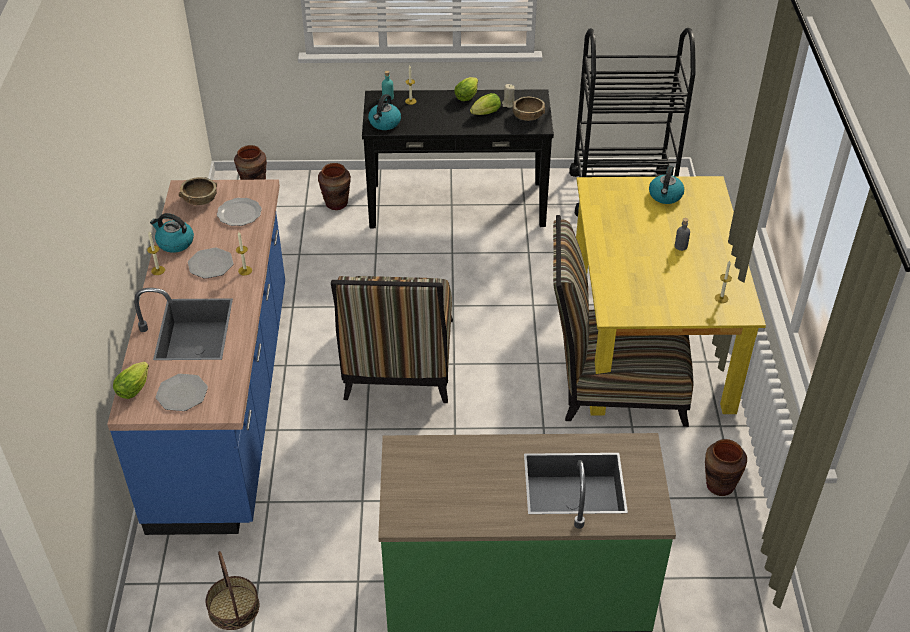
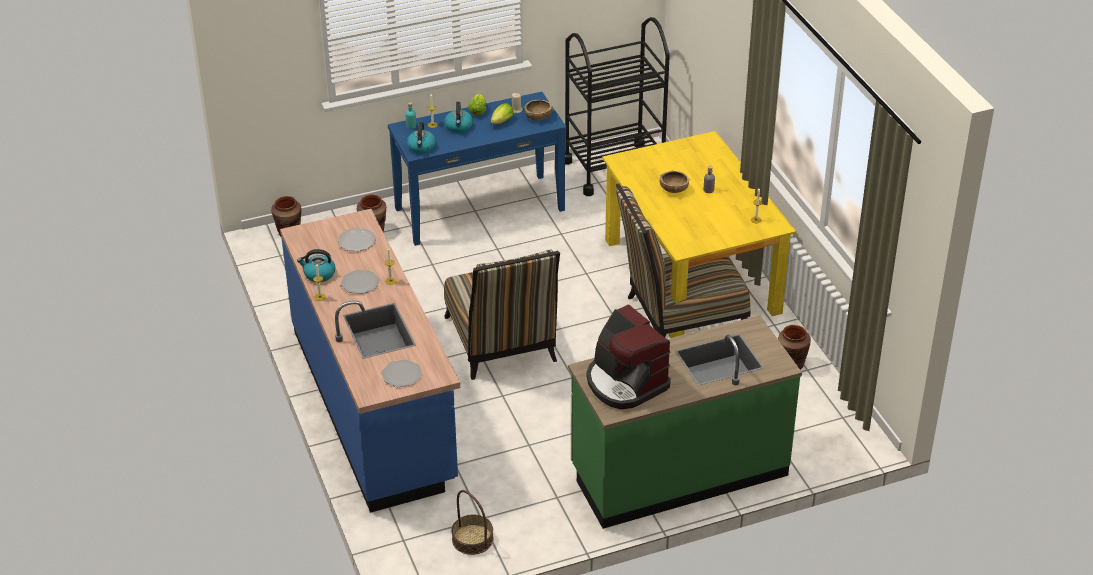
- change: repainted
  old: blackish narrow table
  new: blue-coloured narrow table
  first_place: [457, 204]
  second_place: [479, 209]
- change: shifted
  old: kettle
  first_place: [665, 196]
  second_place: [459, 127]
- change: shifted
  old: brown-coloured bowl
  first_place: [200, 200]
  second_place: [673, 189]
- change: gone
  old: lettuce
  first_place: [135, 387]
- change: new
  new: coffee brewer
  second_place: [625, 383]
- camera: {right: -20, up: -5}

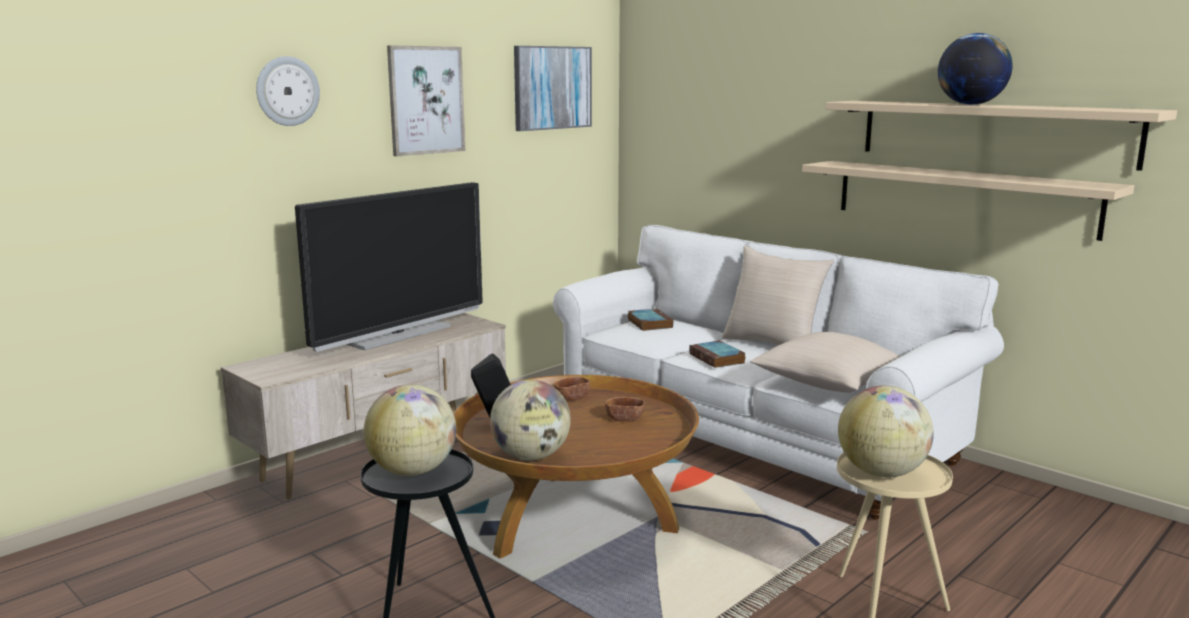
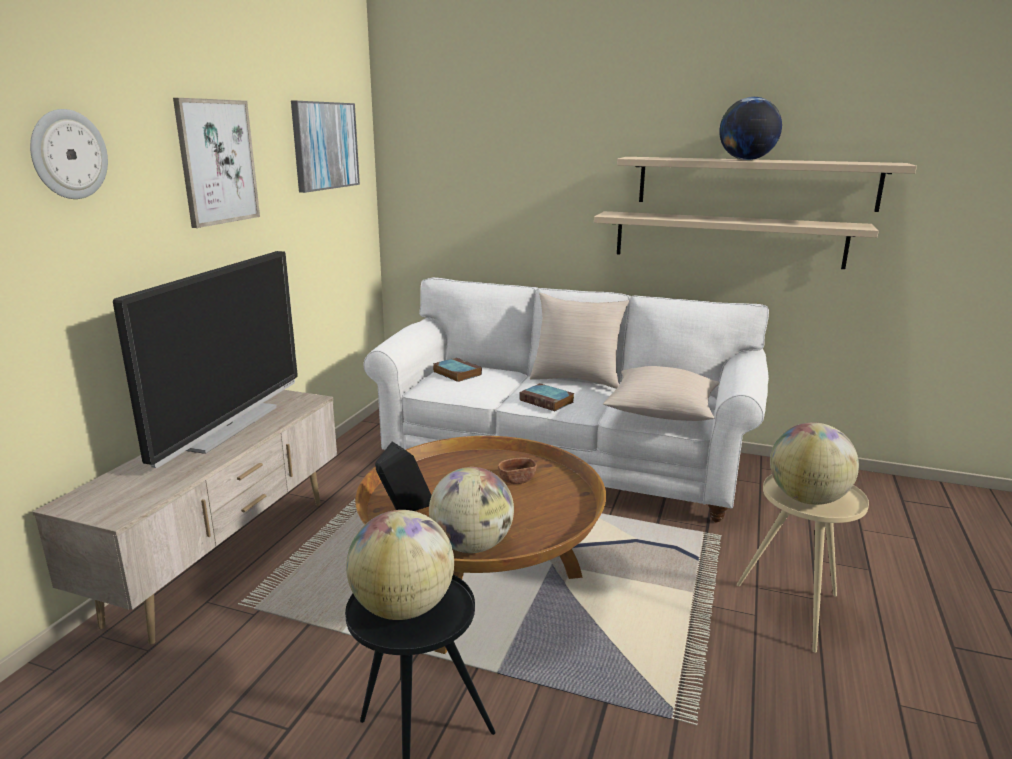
- change: gone
  old: brown-coloured bowl
  first_place: [572, 397]
- camera: {right: -25, up: 5}

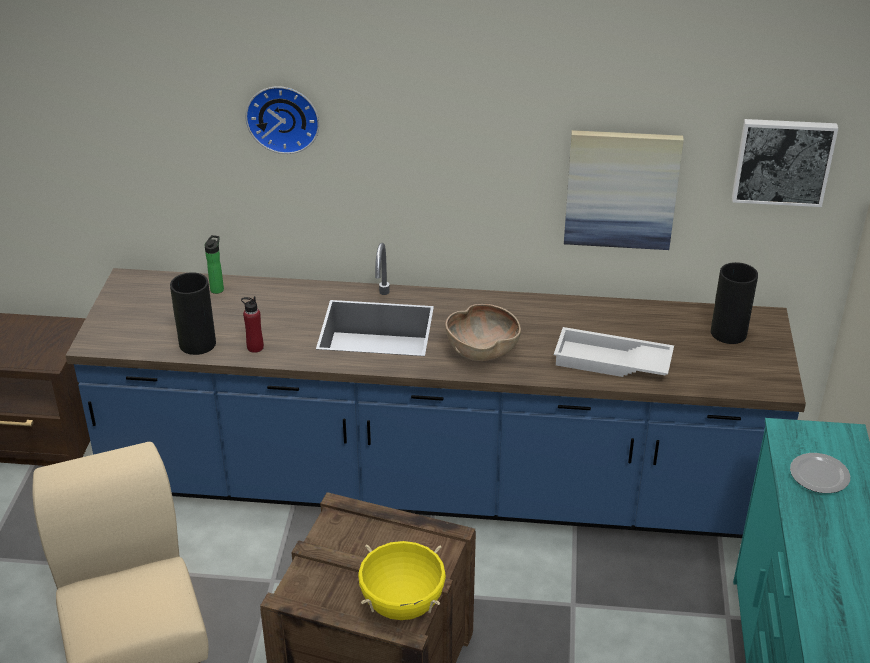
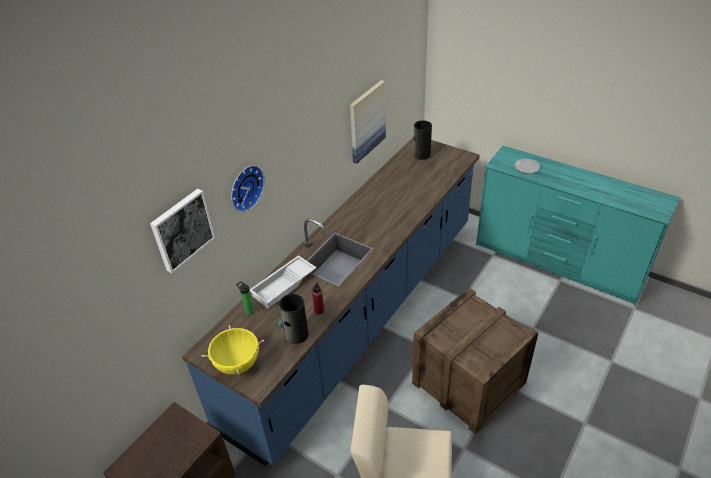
- change: shifted
  old: picture
  first_place: [783, 161]
  second_place: [182, 229]
- change: gone
  old: brown-coloured bowl
  first_place: [481, 351]
- change: shifted
  old: whitish tray
  first_place: [611, 362]
  second_place: [284, 285]
- change: shifted
  old: yellow cooking pot
  first_place: [402, 605]
  second_place: [238, 364]
- camera: {right: -60, up: 5}

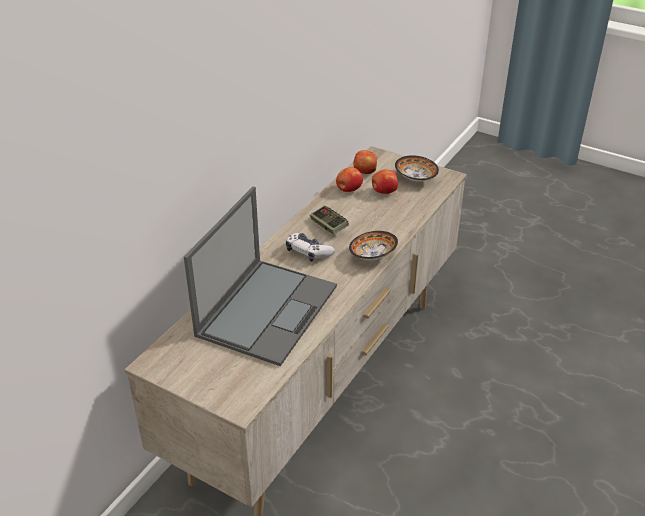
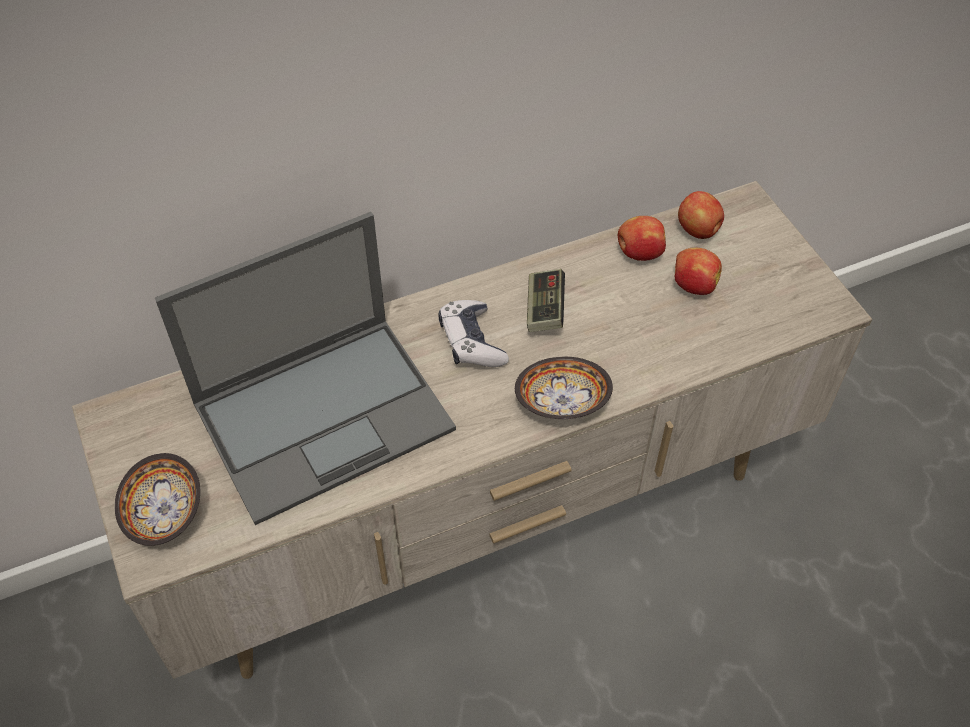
- change: shifted
  old: bowl
  first_place: [415, 178]
  second_place: [164, 512]
- camera: {right: 35, up: 15}

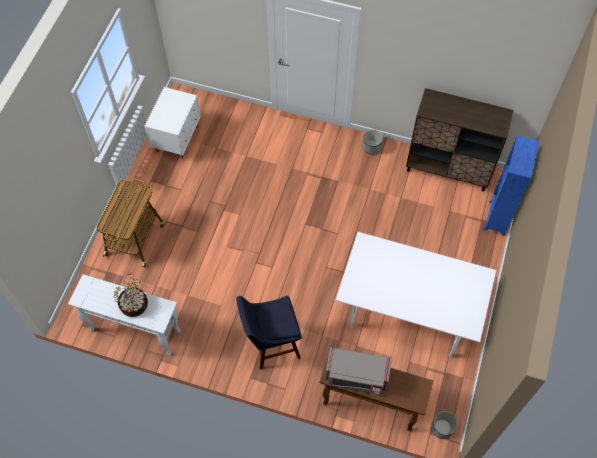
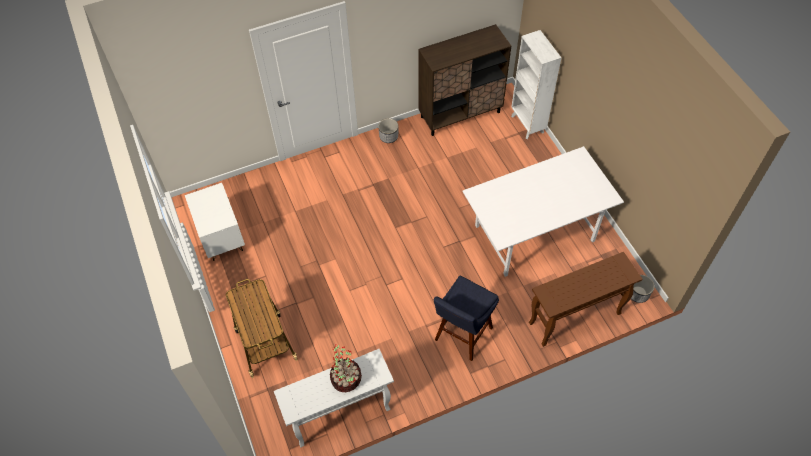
- change: repainted
  old: blue-coloured bookshelf
  new: whitish bookshelf
  first_place: [496, 219]
  second_place: [527, 125]
- change: gone
  old: grey microwave
  first_place: [356, 376]
- camera: {right: -40, up: -5}

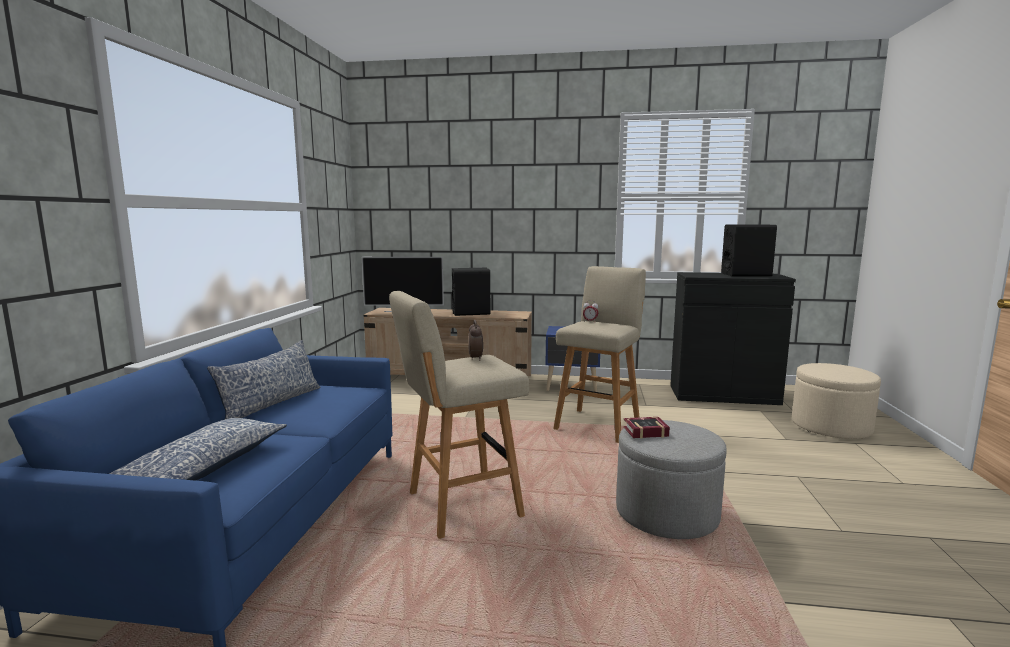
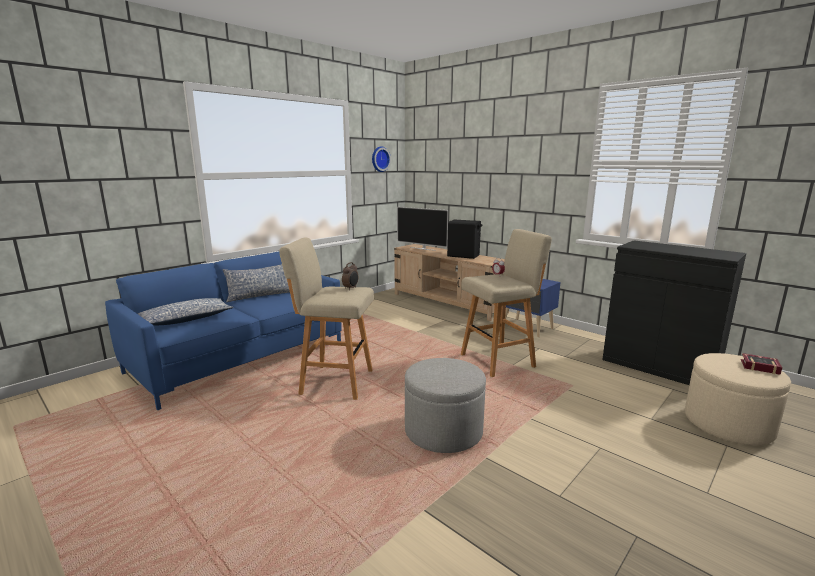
- change: gone
  old: blackish loudspeaker
  first_place: [746, 274]
- change: shifted
  old: volume
  first_place: [643, 431]
  second_place: [758, 366]
- change: new
  new: wall clock
  second_place: [379, 159]
- camera: {right: 35, up: 5}

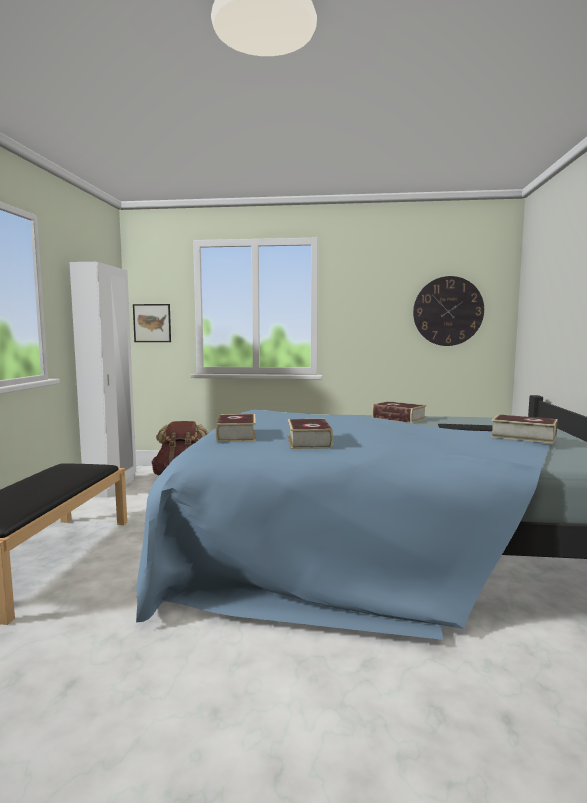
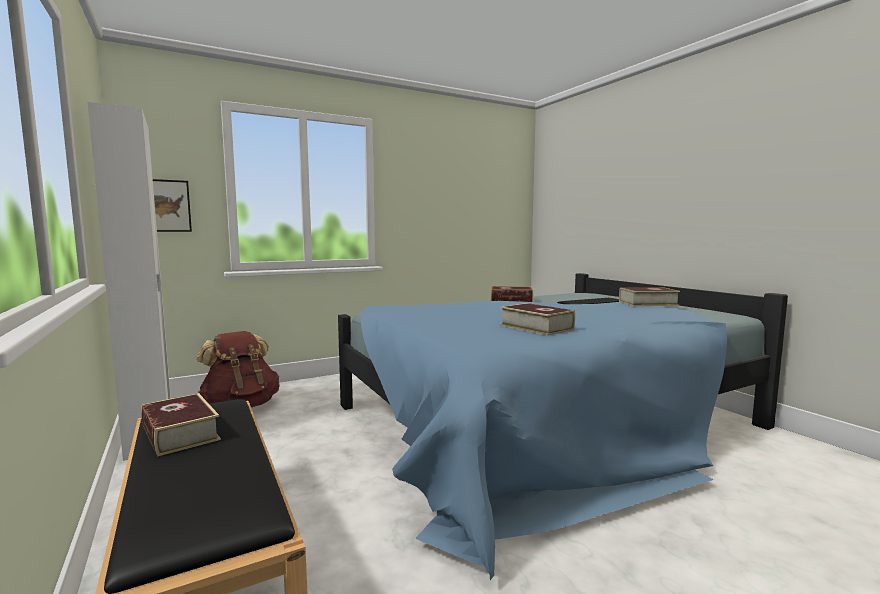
- change: gone
  old: wall clock
  first_place: [448, 311]
- change: shifted
  old: volume
  first_place: [236, 435]
  second_place: [180, 433]
- camera: {right: -35, up: 0}

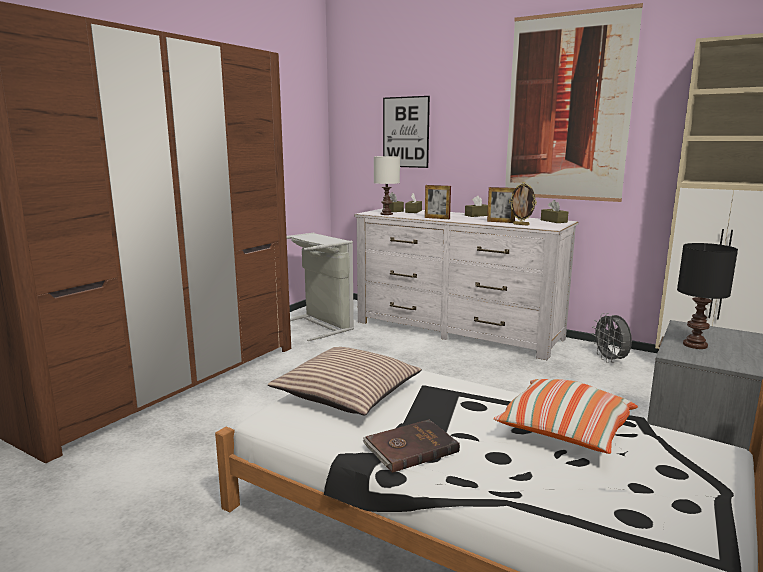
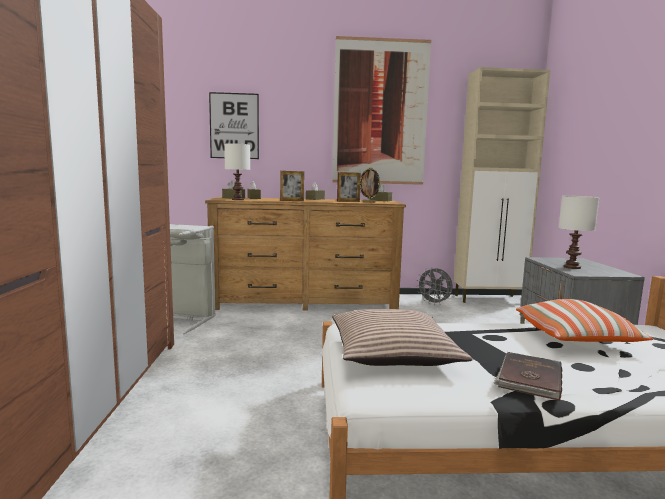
- change: repainted
  old: whitish chest of drawers
  new: brown-coloured chest of drawers
  first_place: [457, 330]
  second_place: [305, 302]
- change: repainted
  old: blackish lamp for a table
  new: whitish lamp for a table
  first_place: [695, 345]
  second_place: [571, 267]
- camera: {right: -35, up: -5}

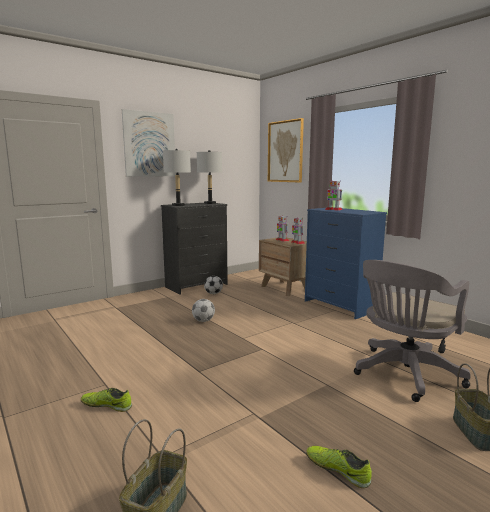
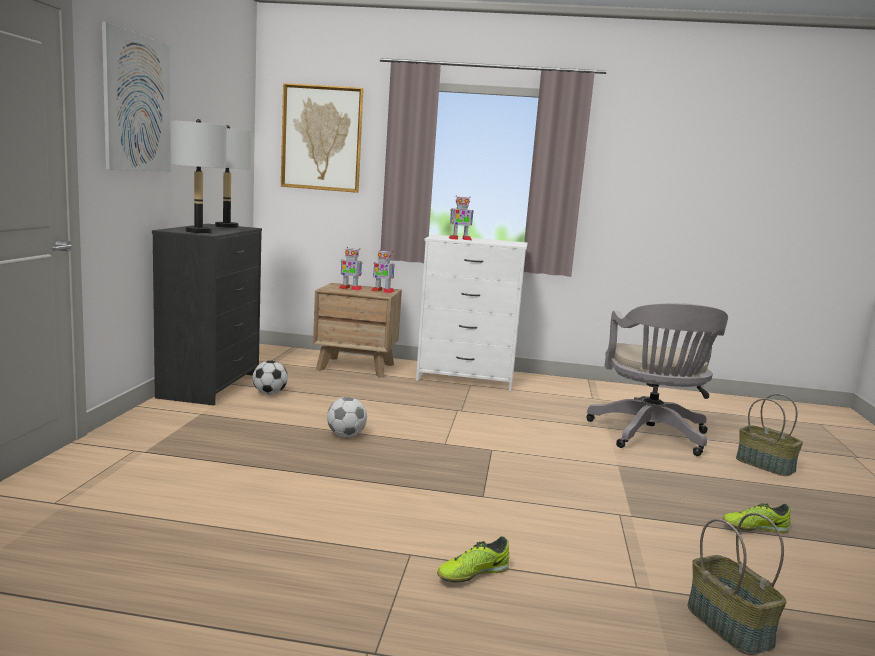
- change: repainted
  old: blue-coloured chest of drawers
  new: whitish chest of drawers
  first_place: [339, 306]
  second_place: [465, 378]
- camera: {right: -45, up: 0}

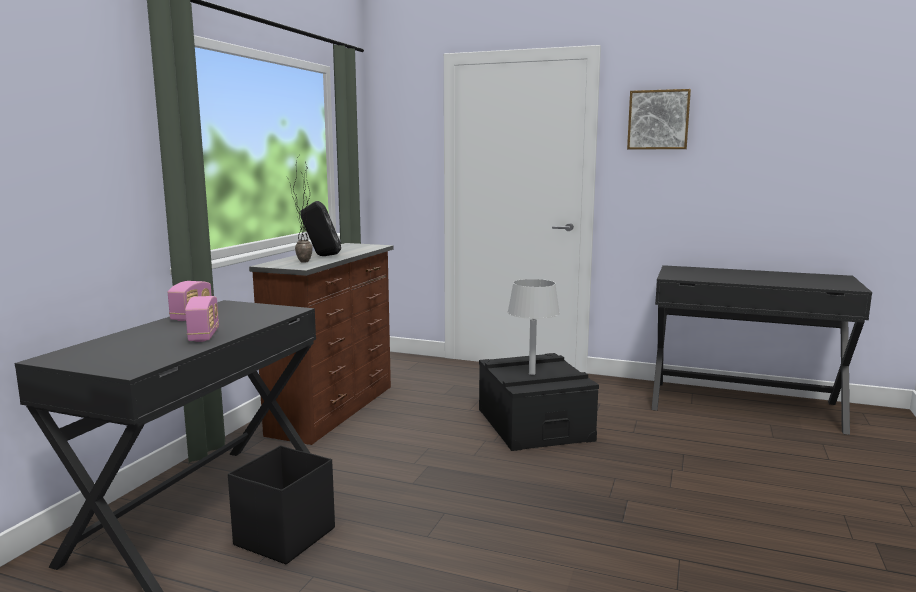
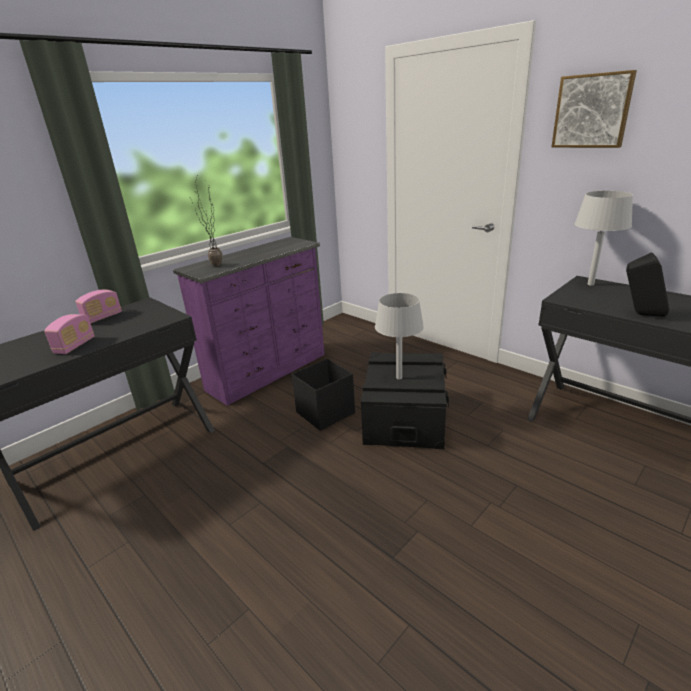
- change: shifted
  old: blackish loudspeaker
  first_place: [321, 256]
  second_place: [640, 314]
- change: repainted
  old: brown-coloured chest of drawers
  new: purple-coloured chest of drawers
  first_place: [335, 409]
  second_place: [269, 372]
- change: shifted
  old: blackish storage container
  first_place: [283, 537]
  second_place: [324, 413]
- change: new
  new: grey lamp for a table
  second_place: [590, 284]
- camera: {right: 25, up: 15}

